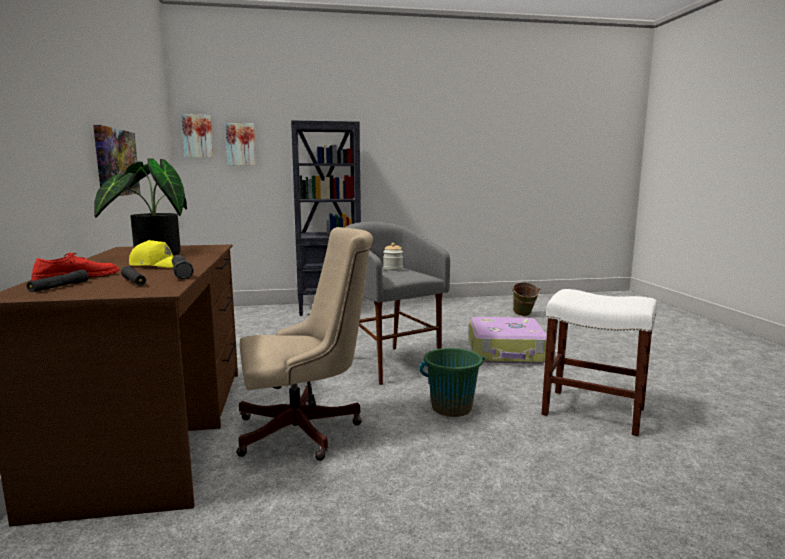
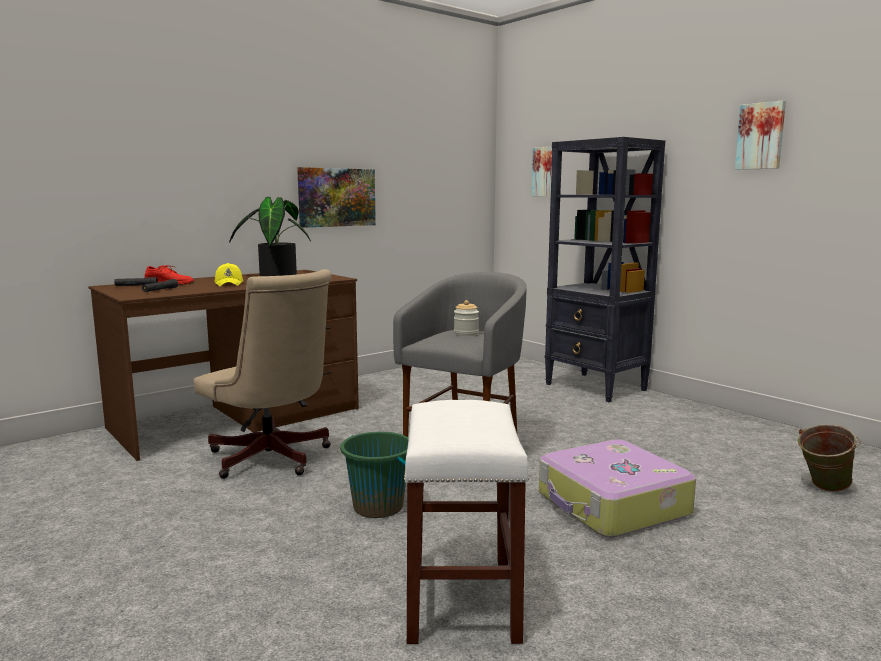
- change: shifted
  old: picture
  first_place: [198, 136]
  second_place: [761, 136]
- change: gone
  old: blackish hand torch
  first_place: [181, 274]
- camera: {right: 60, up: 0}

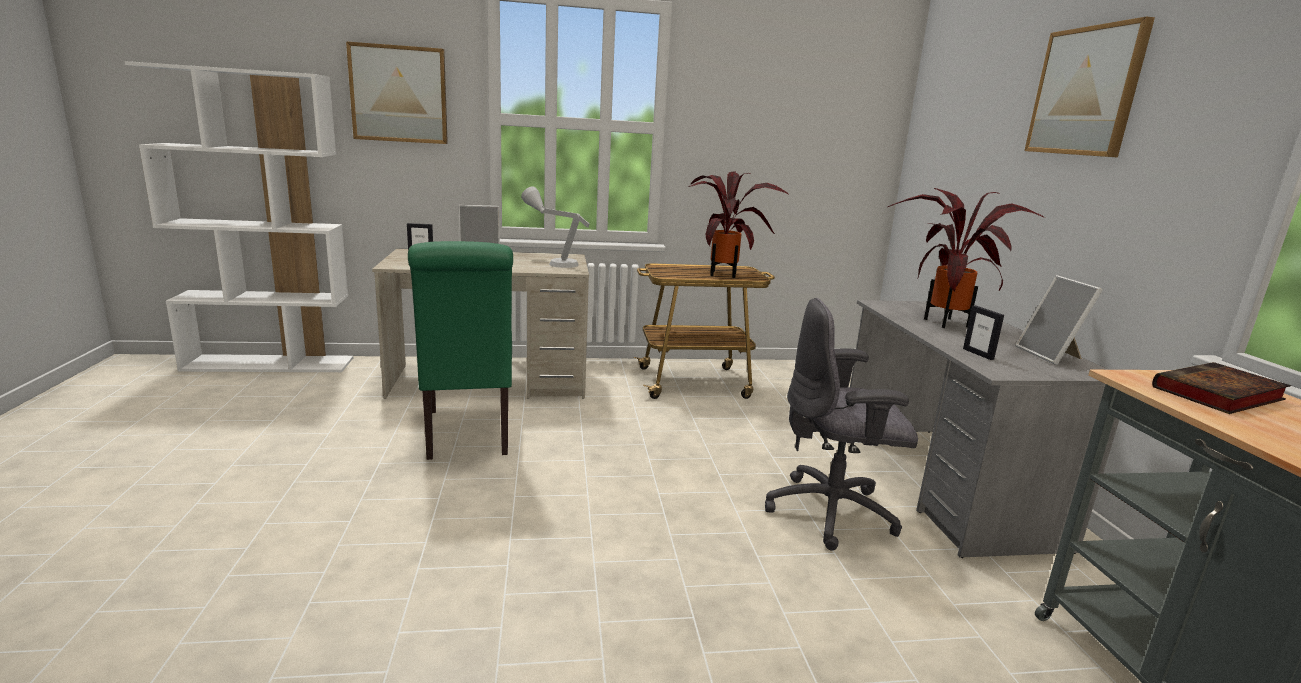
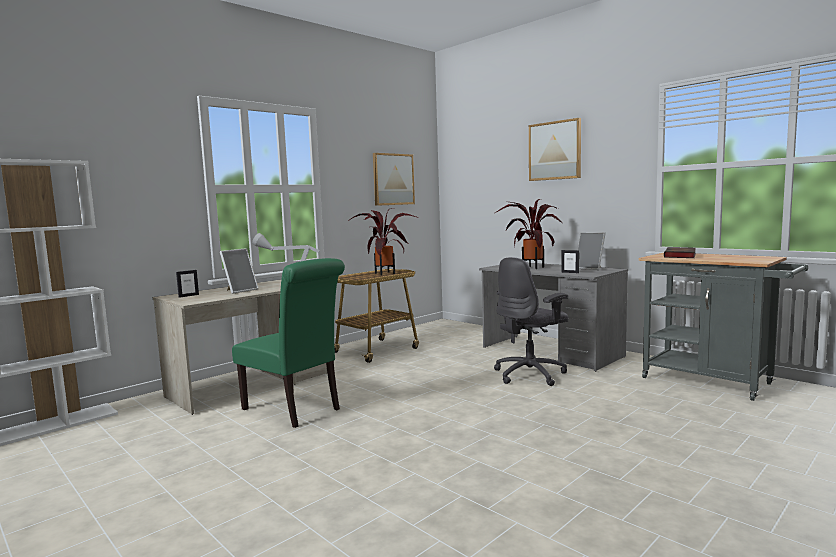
- change: shifted
  old: picture
  first_place: [399, 94]
  second_place: [393, 179]
- camera: {right: -35, up: -10}

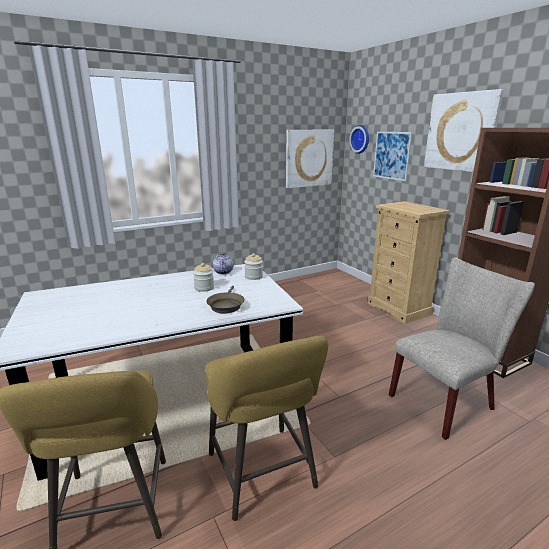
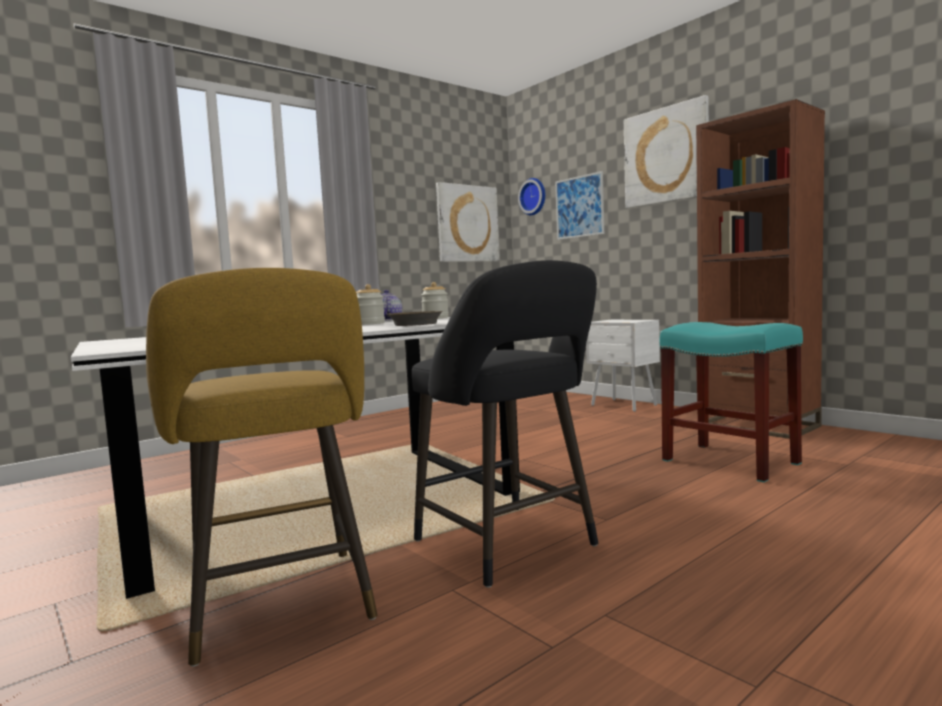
- change: swapped
  old: beige-coloured chest of drawers
  new: whitish bedside table
  first_place: [399, 309]
  second_place: [624, 406]
- change: swapped
  old: beige-coloured chair
  new: turquoise-coloured sitting stool
  first_place: [446, 400]
  second_place: [731, 462]
- change: repainted
  old: yellow sitting stool
  new: blackish sitting stool
  first_place: [263, 475]
  second_place: [510, 547]
- camera: {right: -10, up: -15}

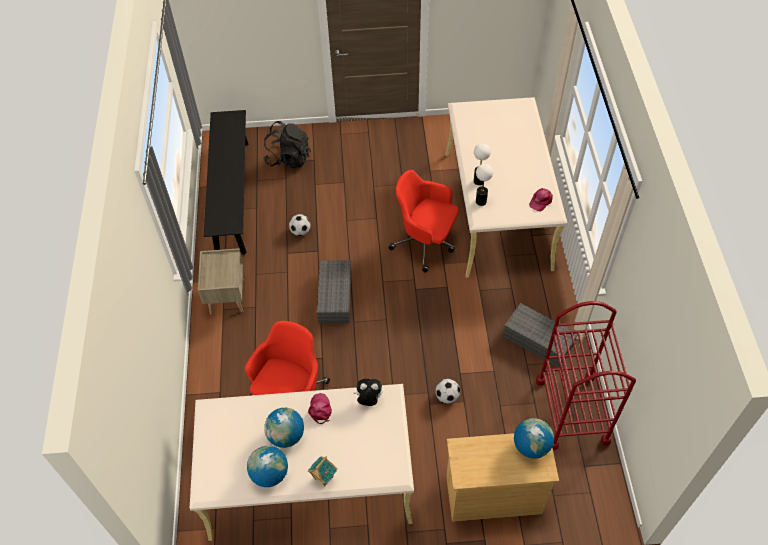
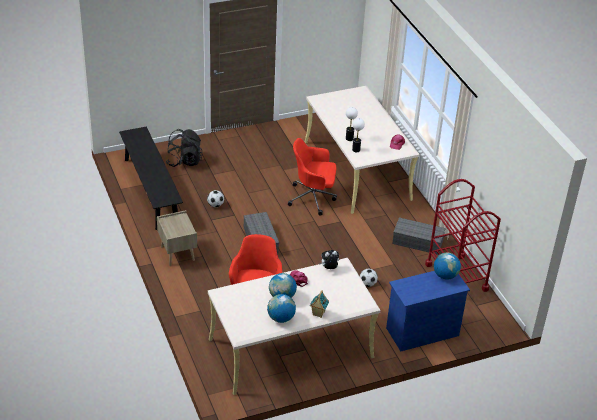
- change: repainted
  old: beige-coloured chest of drawers
  new: blue-coloured chest of drawers
  first_place: [493, 494]
  second_place: [422, 332]
- camera: {right: -20, up: -15}

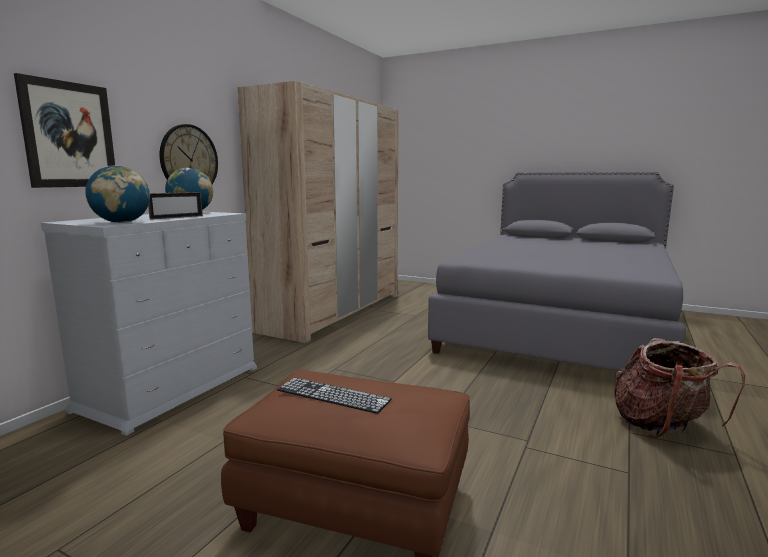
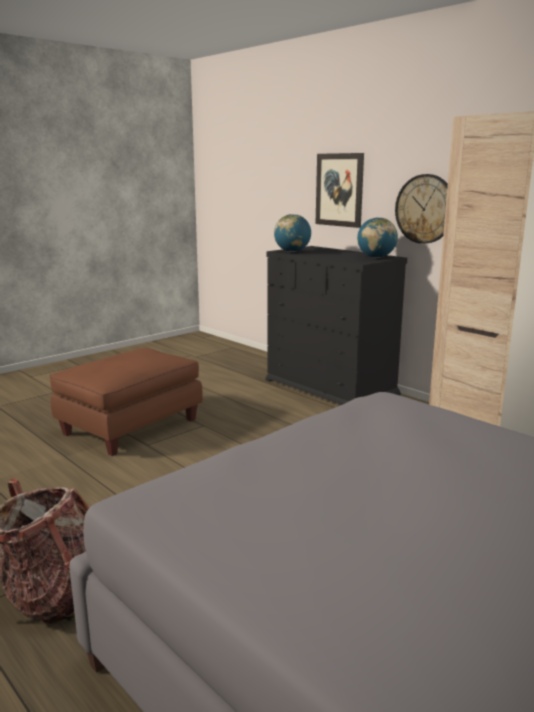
- change: gone
  old: standing frame
  first_place: [177, 217]
- change: repainted
  old: whitish chest of drawers
  new: blackish chest of drawers
  first_place: [172, 388]
  second_place: [331, 387]
- change: gone
  old: PC keyboard
  first_place: [333, 395]
- camera: {right: 110, up: 5}

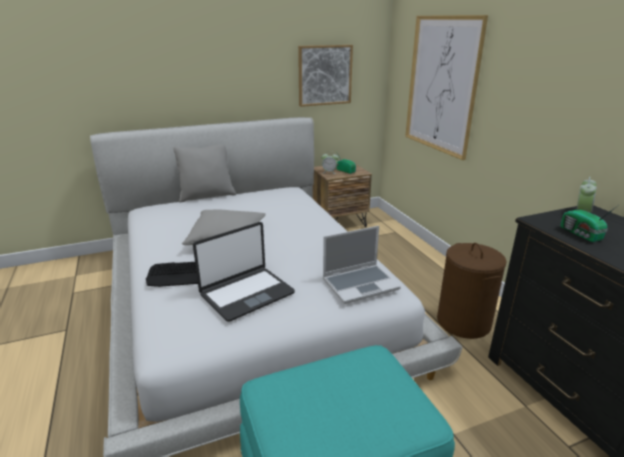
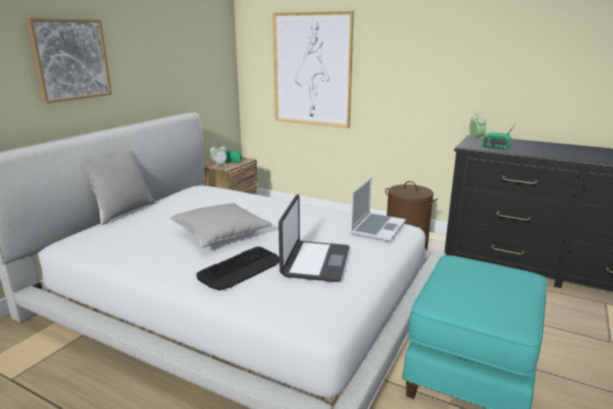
- change: shifted
  old: picture
  first_place: [324, 75]
  second_place: [71, 59]
- camera: {right: -40, up: -5}

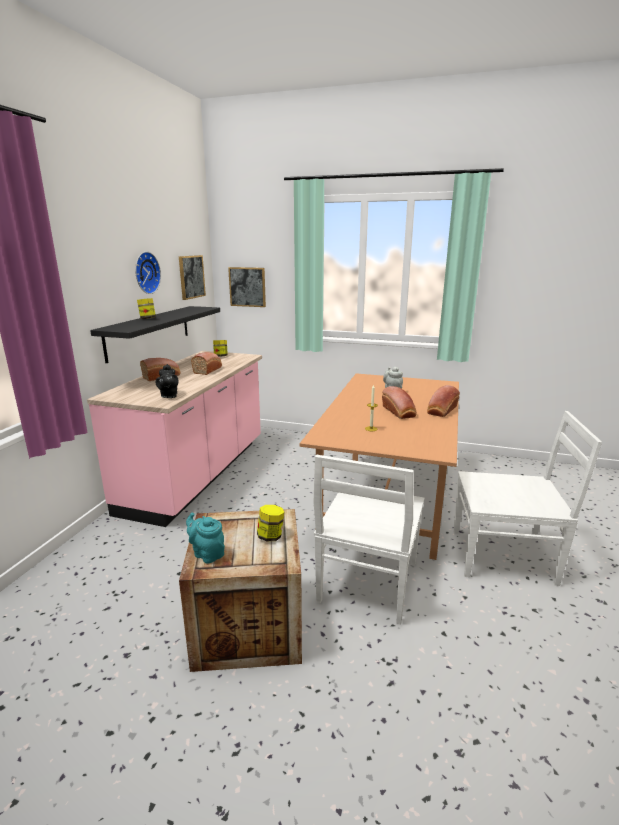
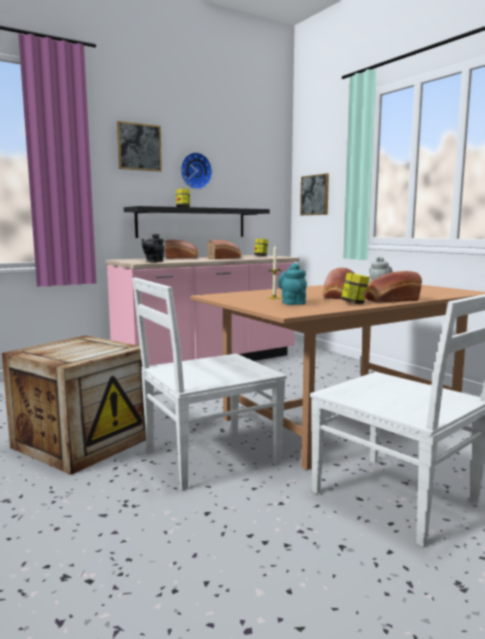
- change: shifted
  old: picture
  first_place: [191, 277]
  second_place: [139, 147]
- change: shifted
  old: jar
  first_place: [270, 536]
  second_place: [354, 303]
- change: shifted
  old: turquoise-coloured teapot
  first_place: [207, 553]
  second_place: [292, 303]
- camera: {right: 40, up: -10}

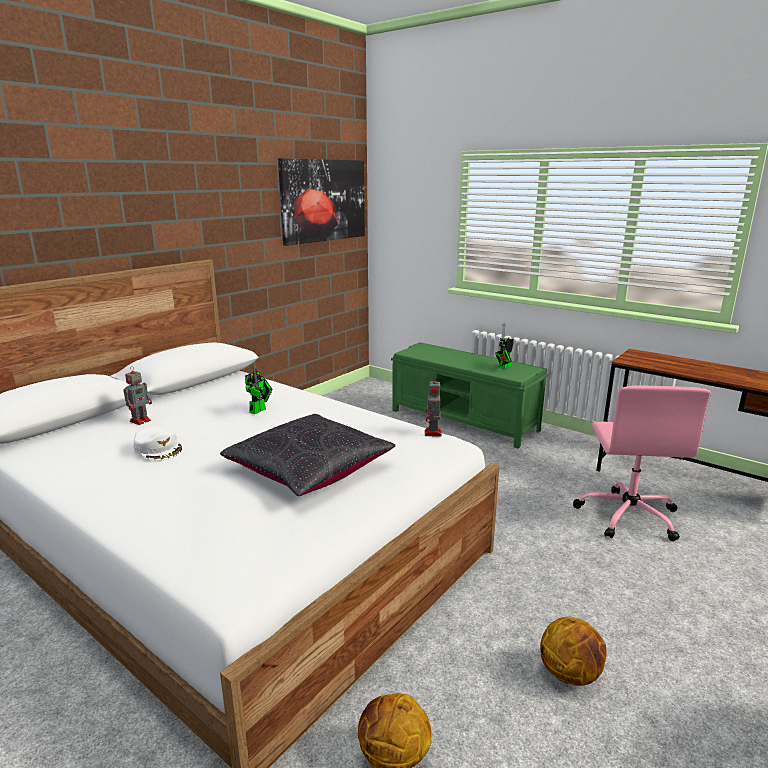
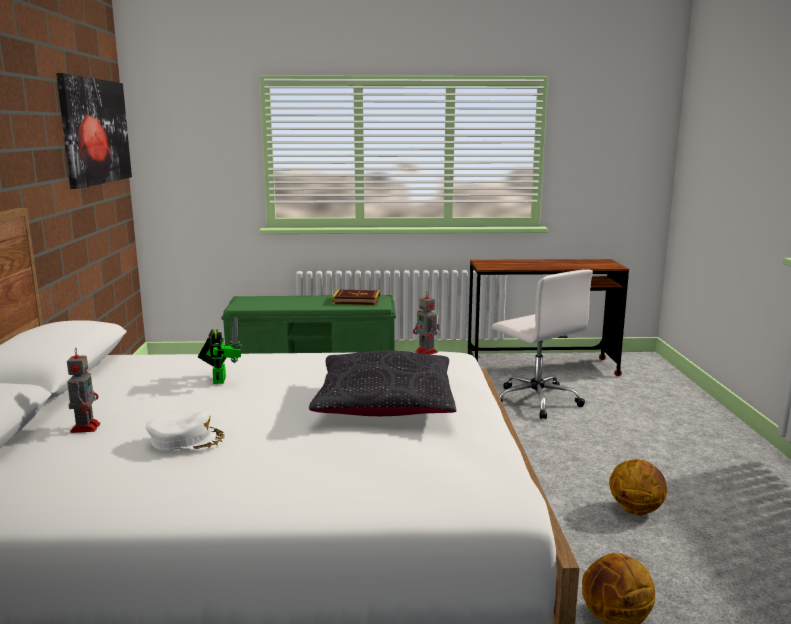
- change: swapped
  old: model robot
  new: volume
  first_place: [504, 367]
  second_place: [356, 300]
- change: repainted
  old: pink-coloured desk chair
  new: whitish desk chair
  first_place: [628, 515]
  second_place: [535, 400]
- camera: {right: -40, up: -5}

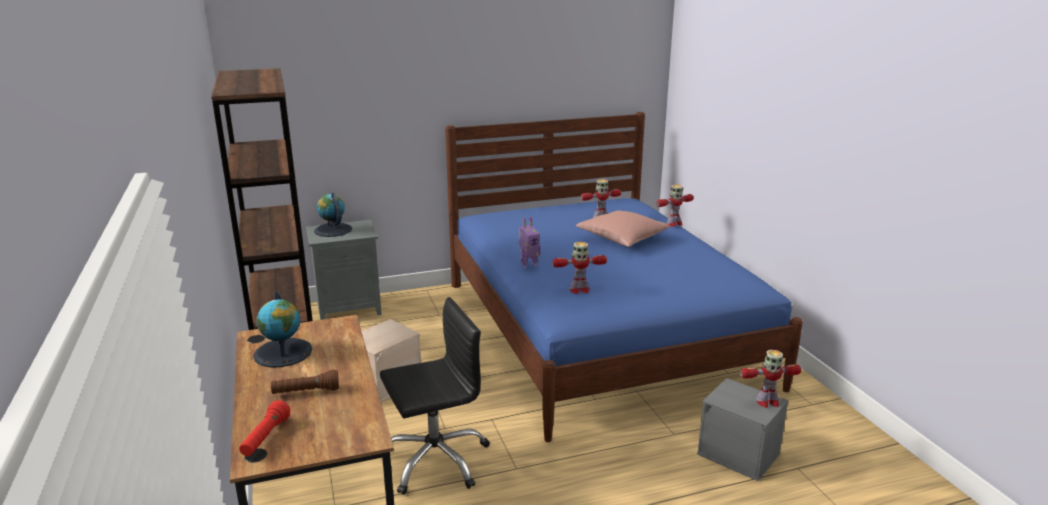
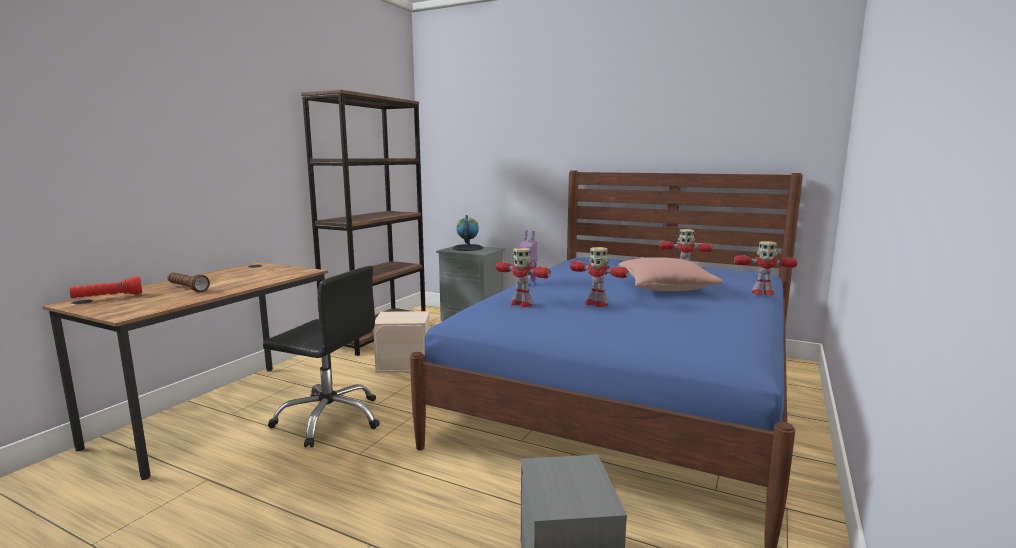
- change: gone
  old: globe
  first_place: [283, 352]
- change: shifted
  old: model robot
  first_place: [767, 402]
  second_place: [596, 303]
- camera: {right: 45, up: -10}

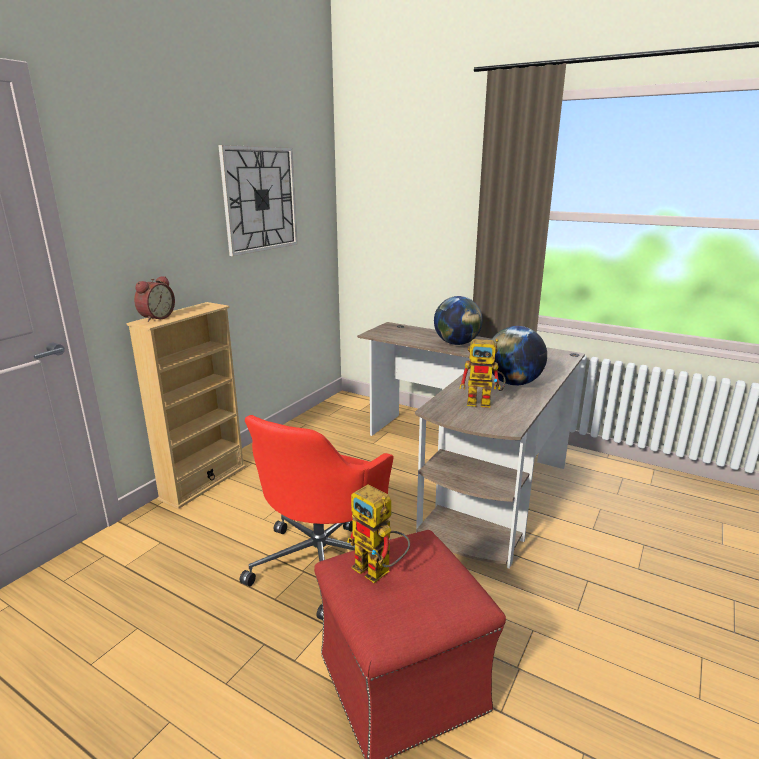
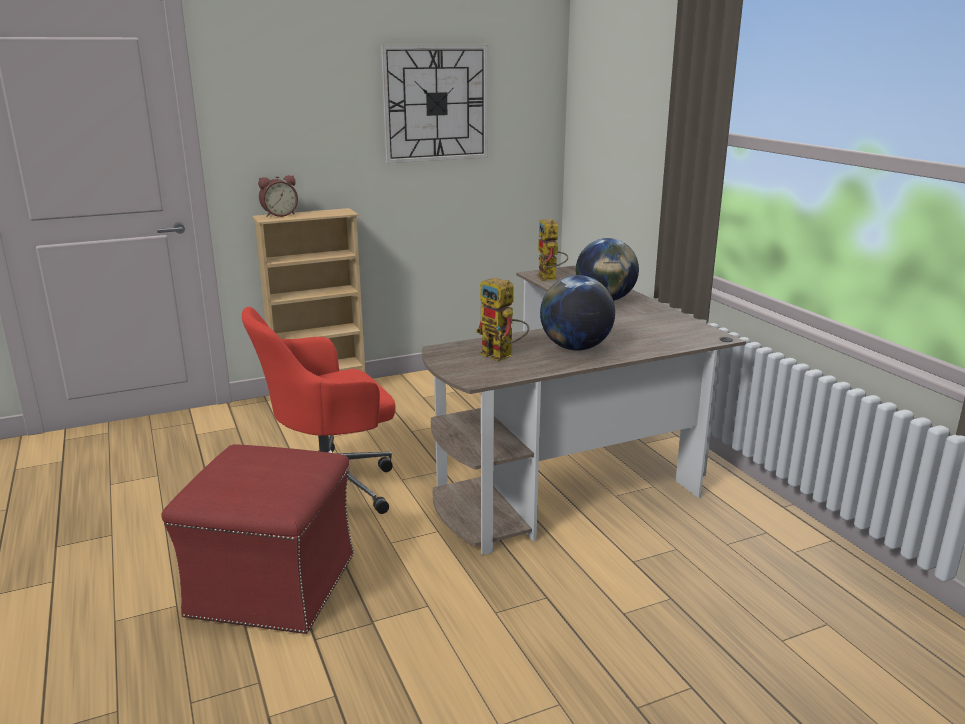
- change: shifted
  old: model robot
  first_place: [379, 571]
  second_place: [550, 279]
- camera: {right: 35, up: 0}

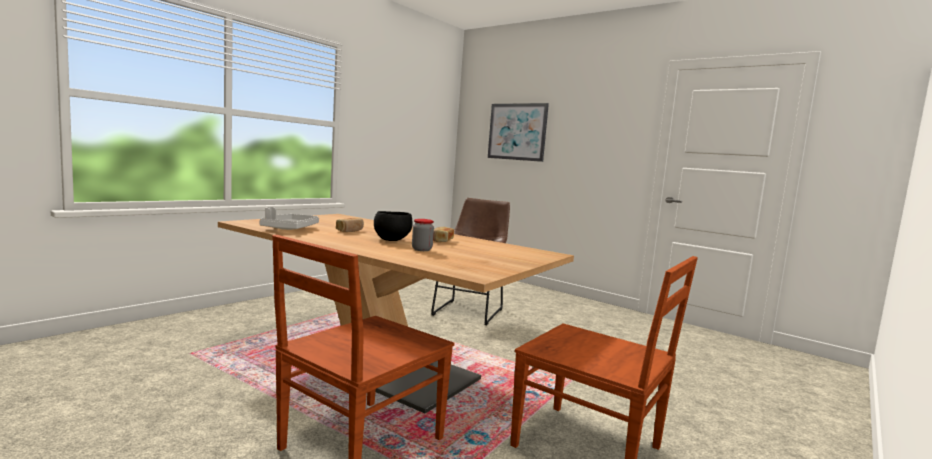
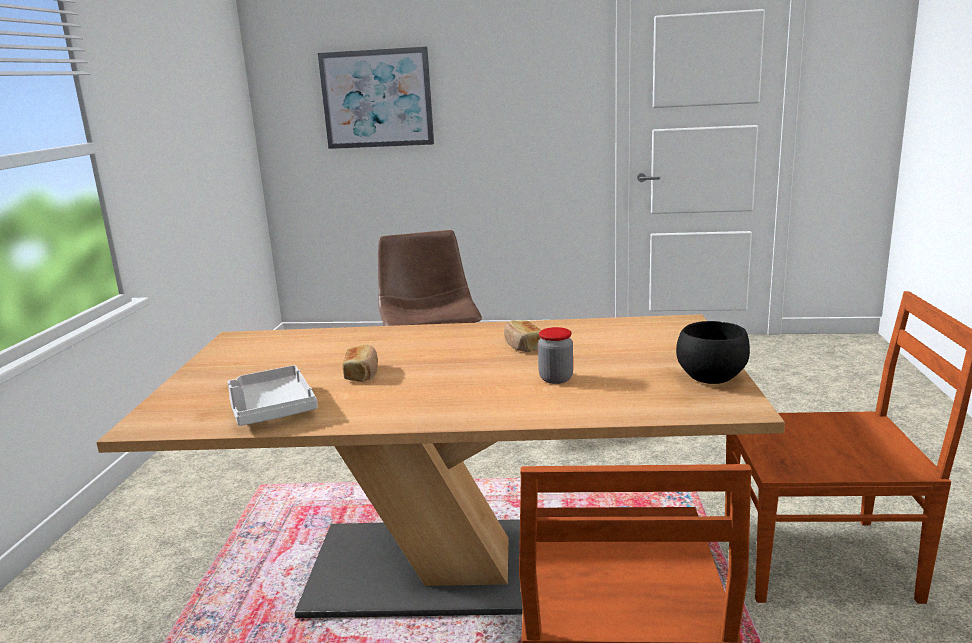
- change: shifted
  old: blackish bowl
  first_place: [391, 240]
  second_place: [709, 378]
- camera: {right: -30, up: 10}

